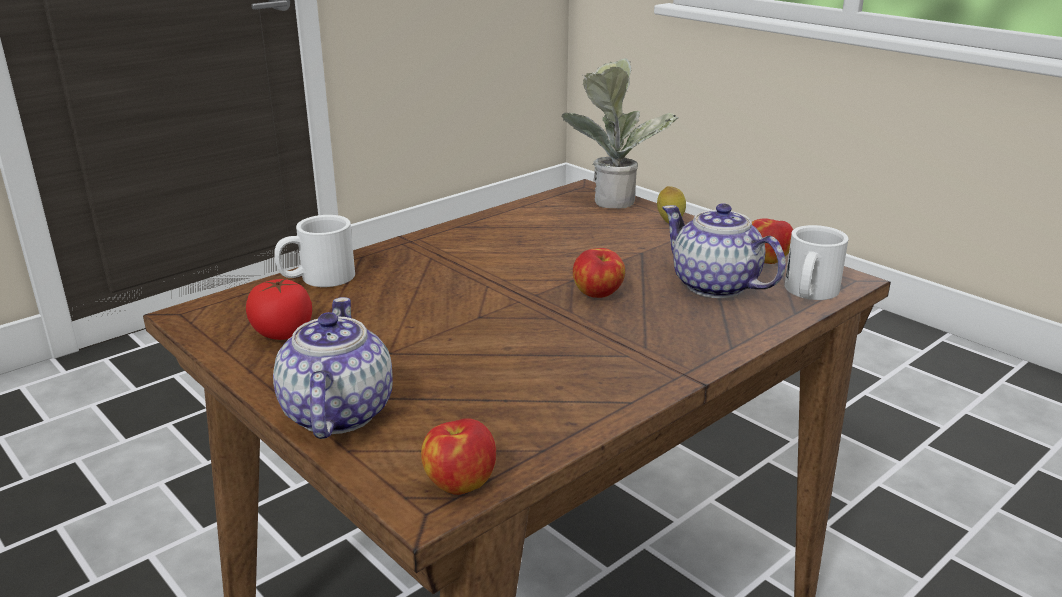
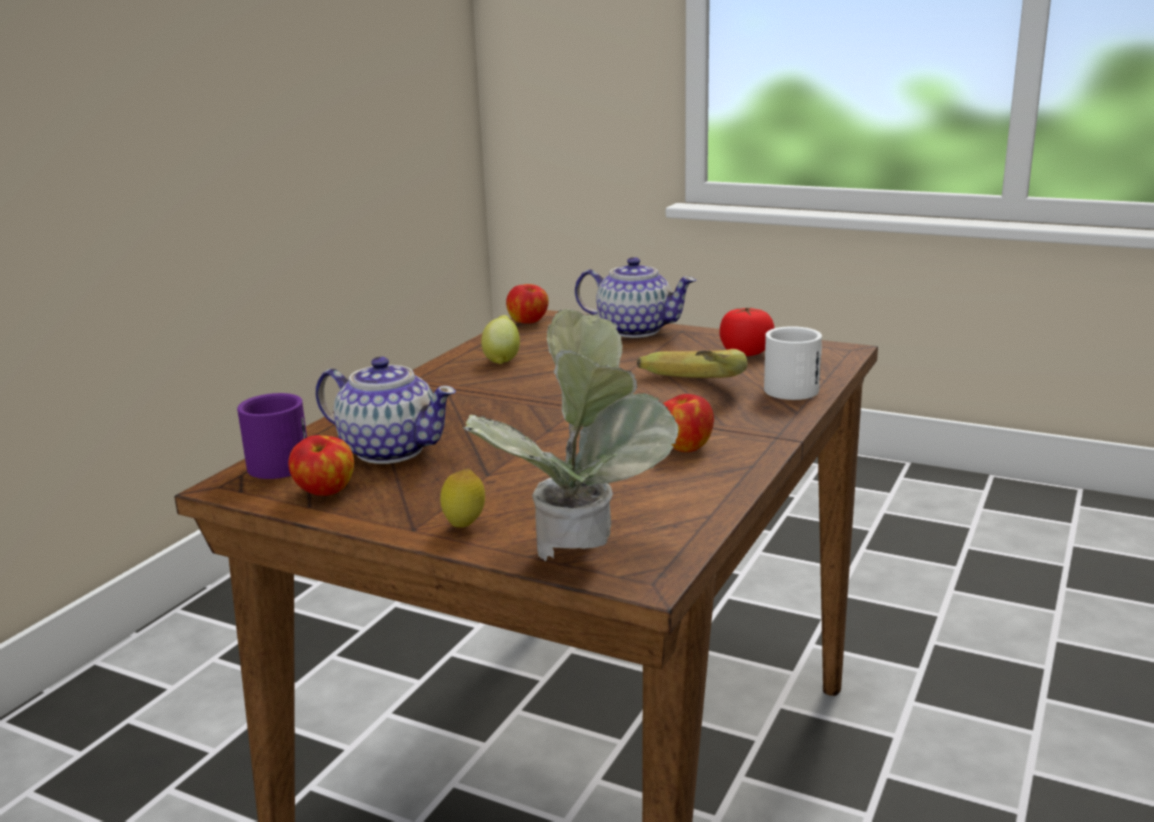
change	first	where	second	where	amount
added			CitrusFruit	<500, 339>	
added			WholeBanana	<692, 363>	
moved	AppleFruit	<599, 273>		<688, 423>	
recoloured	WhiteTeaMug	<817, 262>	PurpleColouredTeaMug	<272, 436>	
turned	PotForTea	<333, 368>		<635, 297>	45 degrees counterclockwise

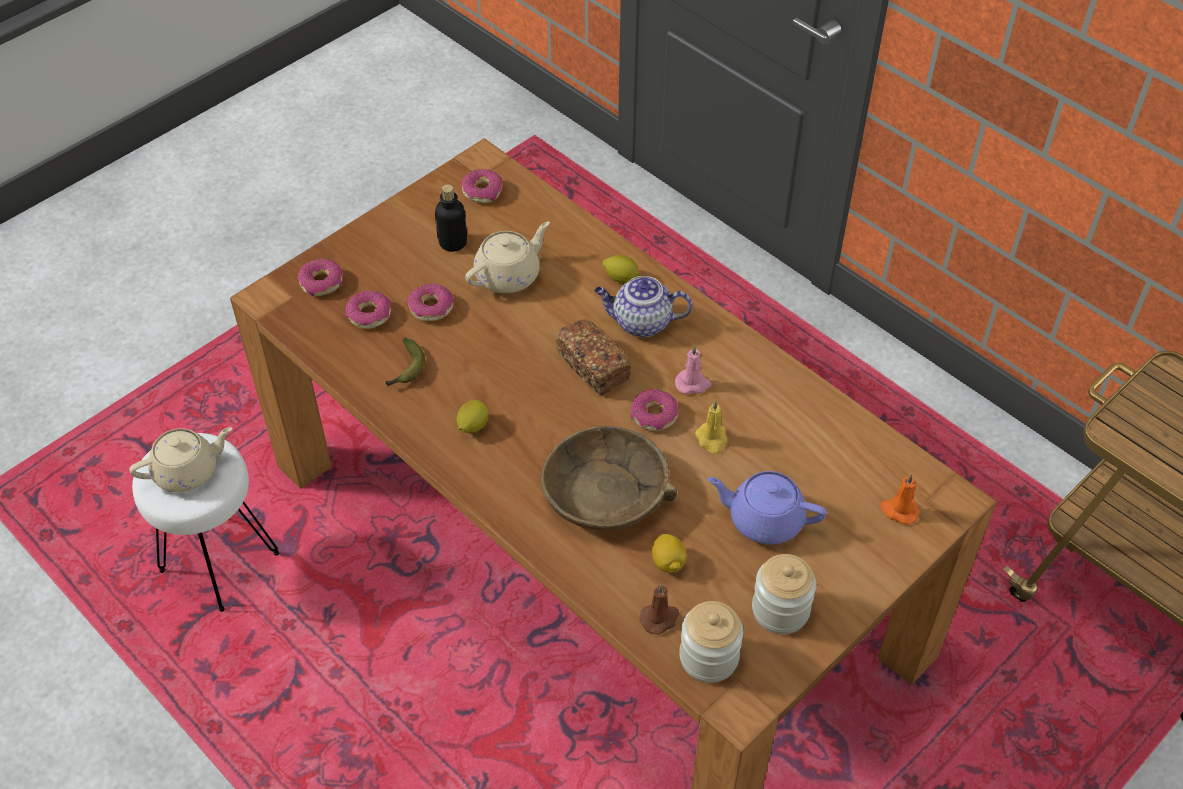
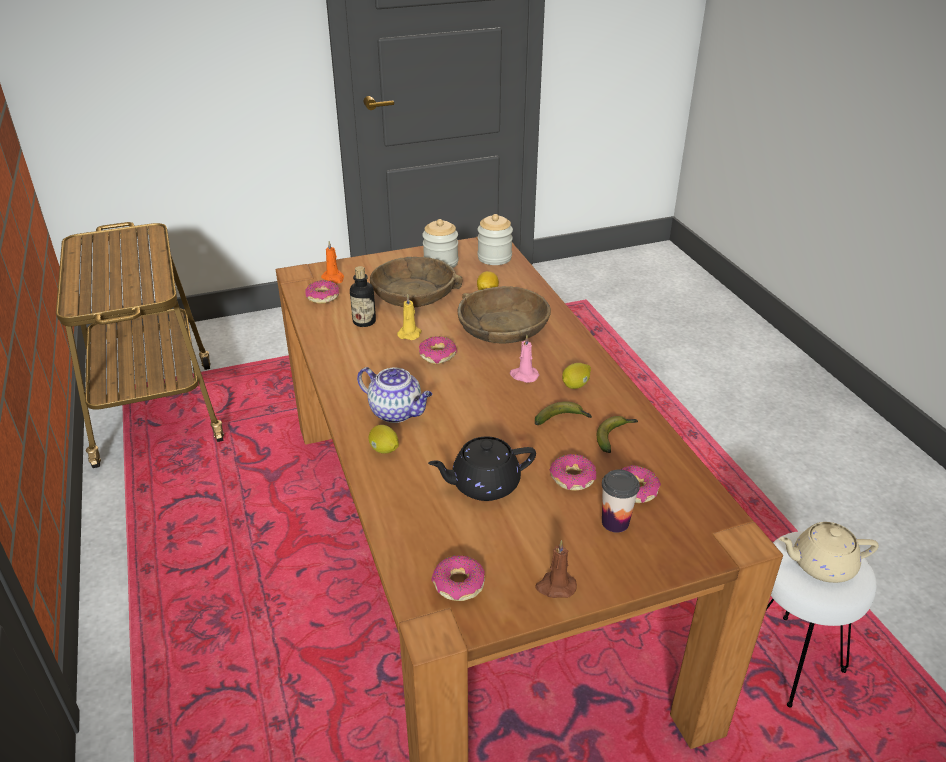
change	first	where	second	where	amount
removed	Bread	<593, 357>			
added			WholeBanana	<563, 413>	
added			DrinkingCup	<621, 501>	
moved	RingDoughnut	<320, 277>		<322, 292>	
moved	DrinkBottle	<451, 218>		<363, 296>	
moved	BrownColouredWaxLight	<659, 609>		<556, 569>	
moved	PinkWaxLight	<693, 369>		<524, 359>	
replaced	PurpleColouredPotForTea	<767, 508>	BrownColouredServingBowl	<416, 282>	
recoloured	BeigePotForTea	<507, 257>	BlackPotForTea	<482, 468>	

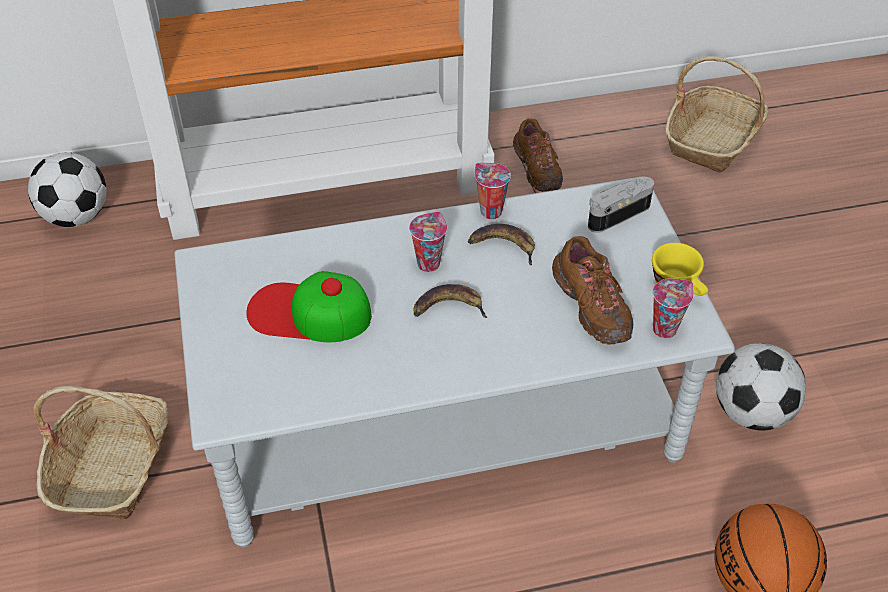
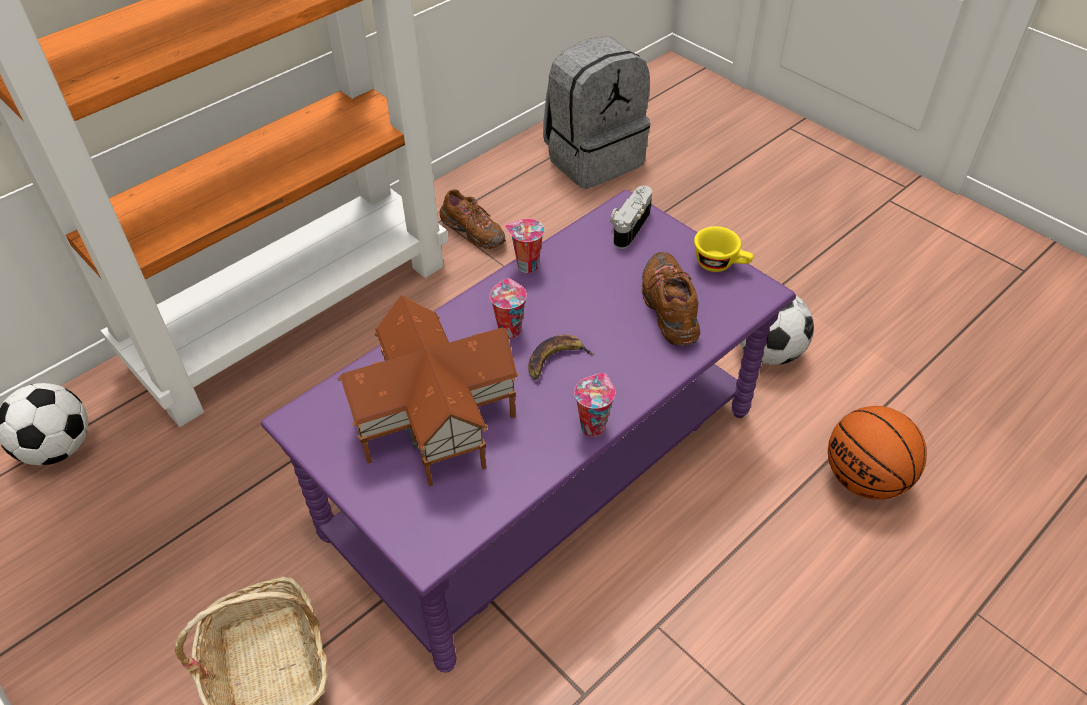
change	first	where	second	where	amount
removed	WholeBanana	<501, 244>			
moved	DrinkingCup	<673, 308>		<594, 405>	
replaced	Cap	<309, 306>	MiniatureHouse	<428, 391>	
replaced	StorageBasket	<717, 114>	GreyBackpack	<596, 112>	
recoloured	GreyLowTable	<454, 362>	PurpleColouredLowTable	<528, 431>	
turned	BrownColouredShoe	<592, 290>		<671, 299>	135 degrees counterclockwise

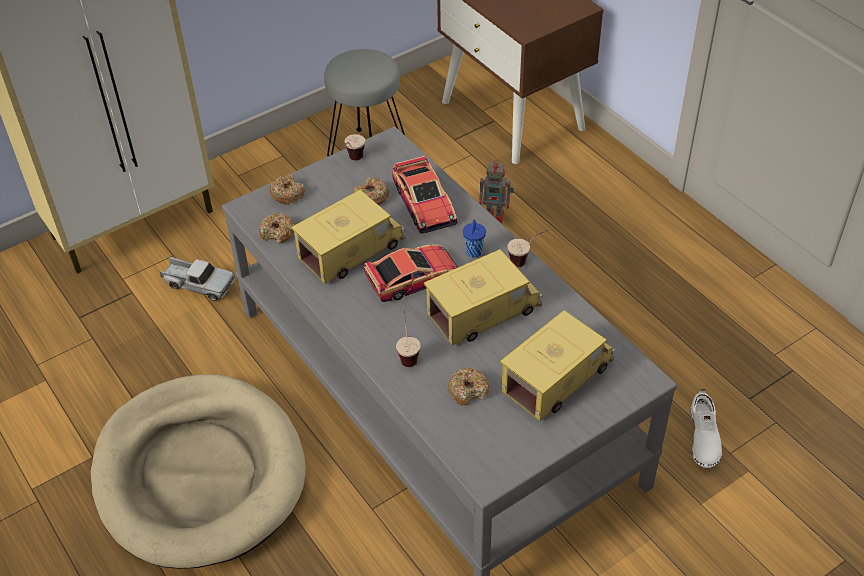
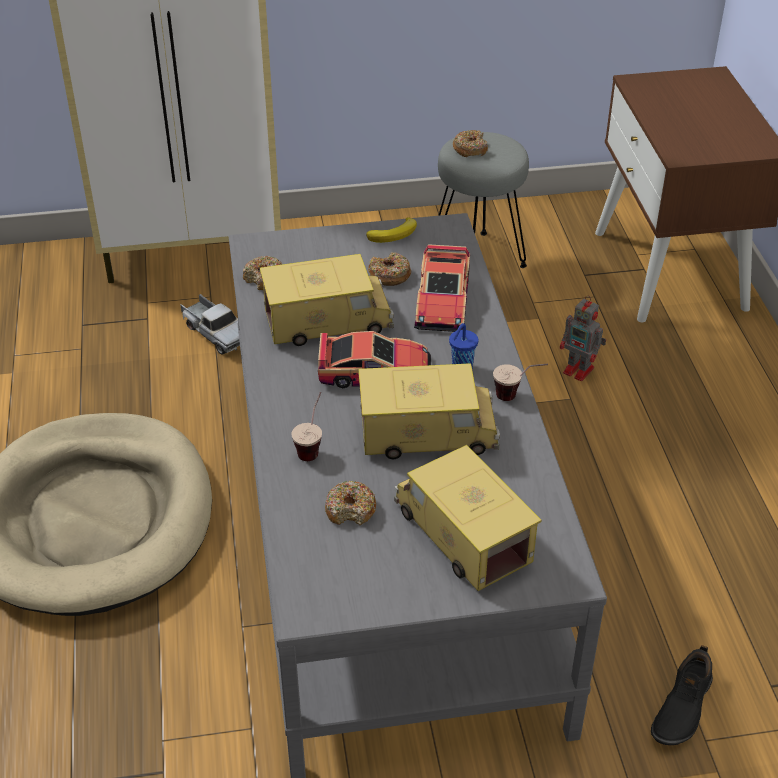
change	first	where	second	where	amount
moved	RingDoughnut	<287, 189>		<470, 143>	
replaced	DrinkingCup	<353, 147>	WholeBanana	<391, 230>	
recoloured	WhiteShoe	<706, 428>	BlackShoe	<682, 695>	
turned	ToyTruck	<557, 365>		<468, 518>	105 degrees counterclockwise

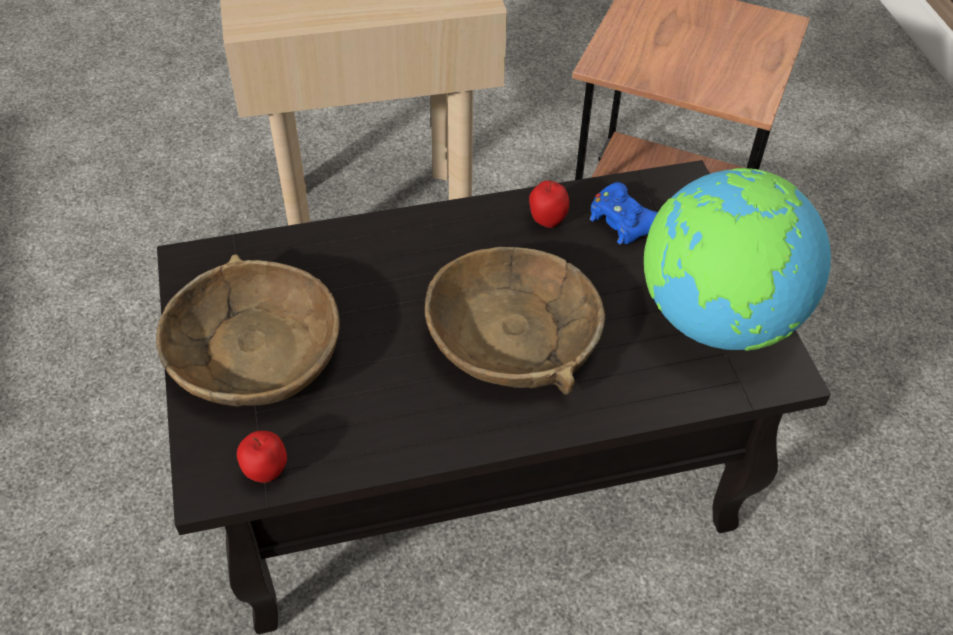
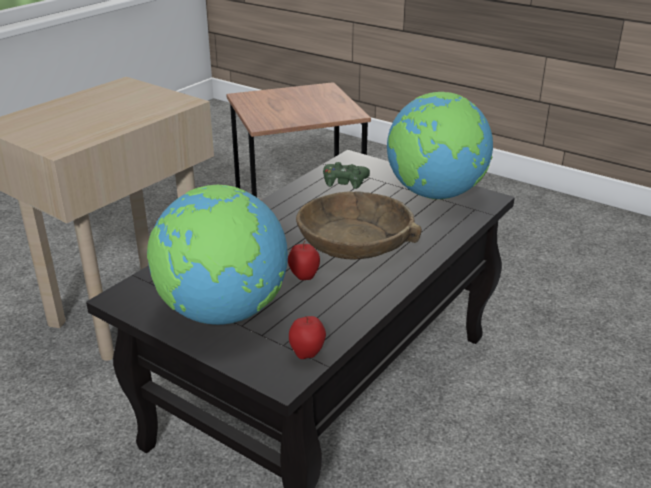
change	first	where	second	where	amount
moved	AppleFruit	<549, 204>		<304, 260>	
replaced	BrownColouredServingBowl	<248, 330>	WorldGlobe	<217, 255>	
recoloured	BlueJoypad	<624, 213>	GreenColouredJoypad	<346, 175>	

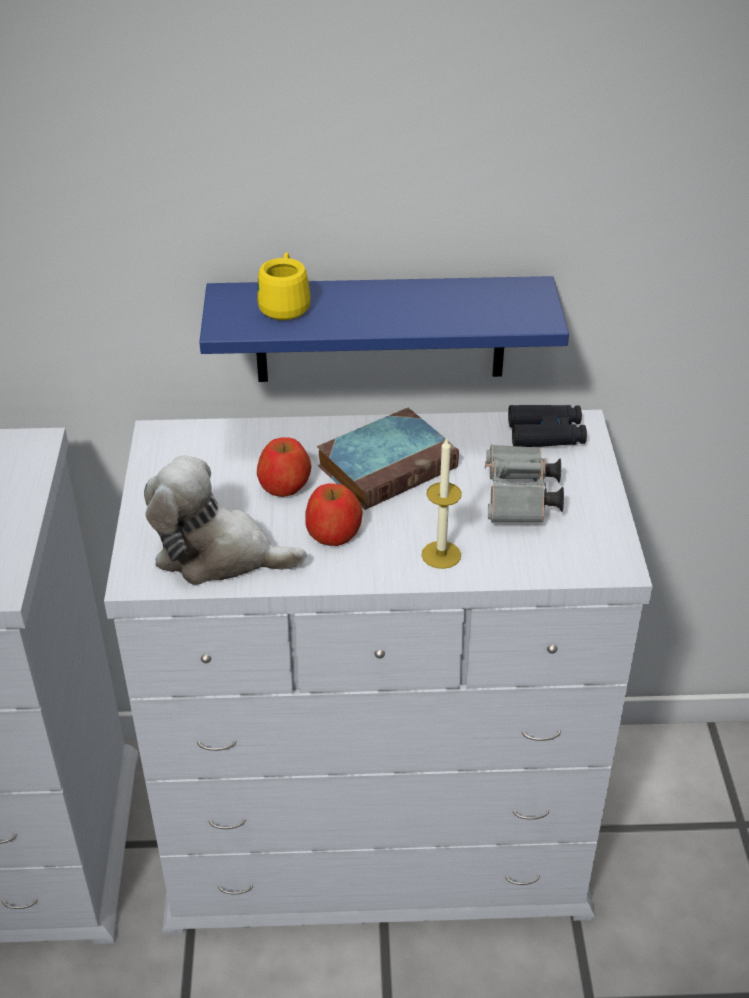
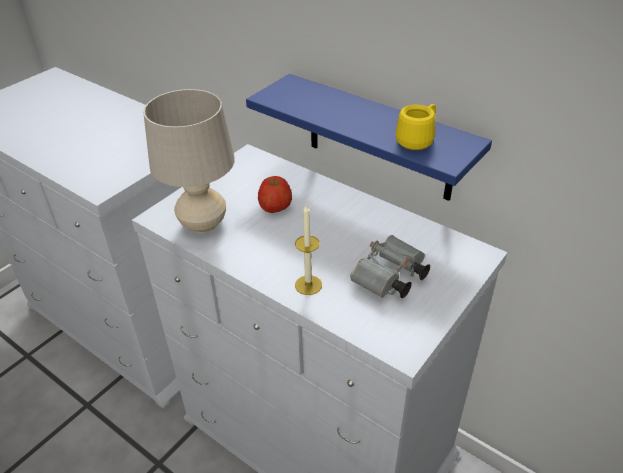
change	first	where	second	where	amount
removed	AppleFruit	<334, 514>			
removed	BoundBook	<388, 459>			
removed	BlackFieldGlasses	<547, 426>			
moved	YellowTeaMug	<283, 286>		<416, 127>	
replaced	SoftToy	<225, 520>	BeigeLampForATable	<189, 161>	

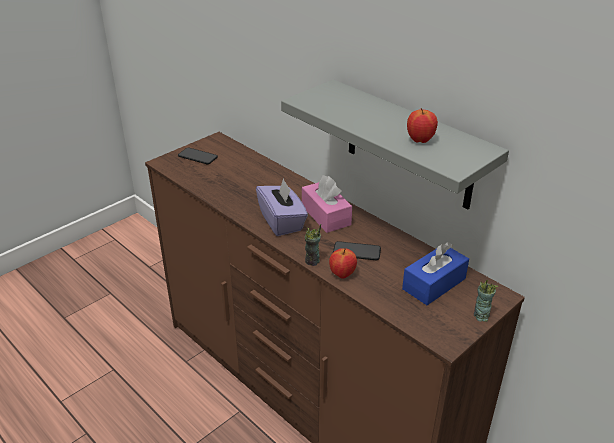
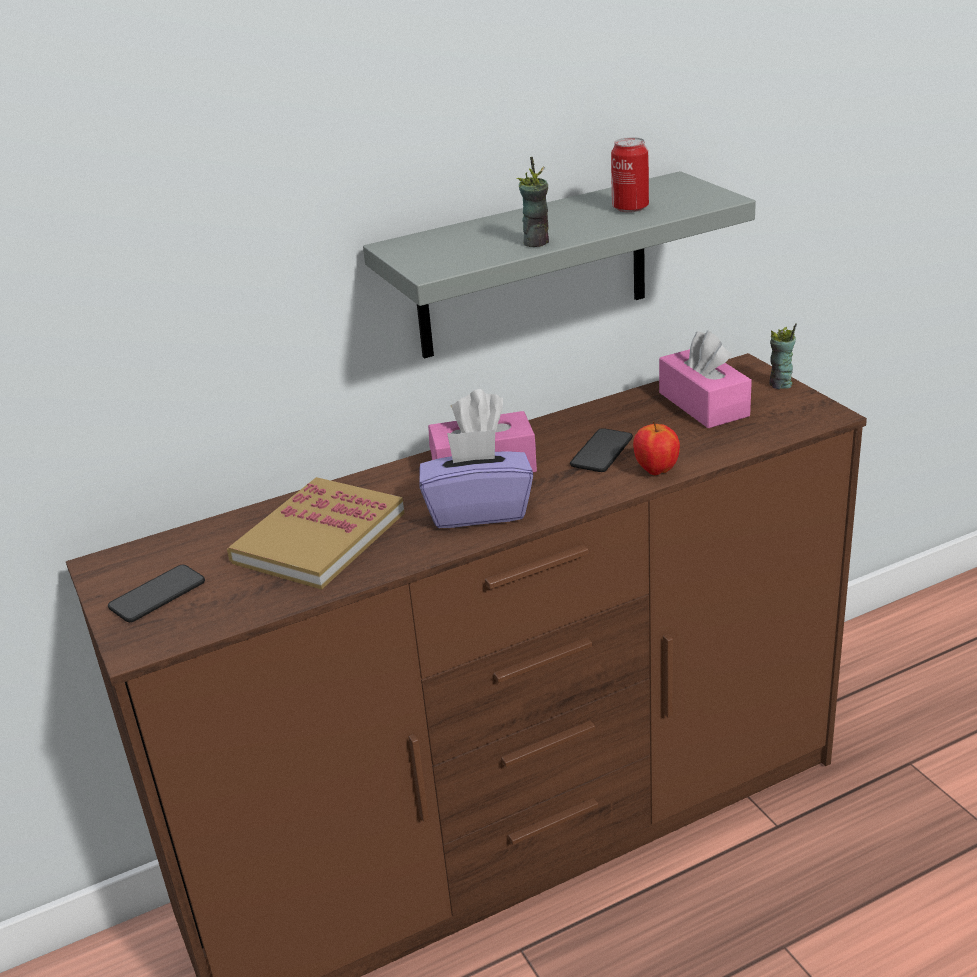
change	first	where	second	where	amount
added			BoundBook	<316, 533>	
moved	DrinkingCup	<313, 245>		<532, 202>	
replaced	AppleFruit	<422, 125>	MetalCan	<630, 175>	
recoloured	BlueBoxOfTissues	<435, 273>	PinkBoxOfTissues	<705, 379>	

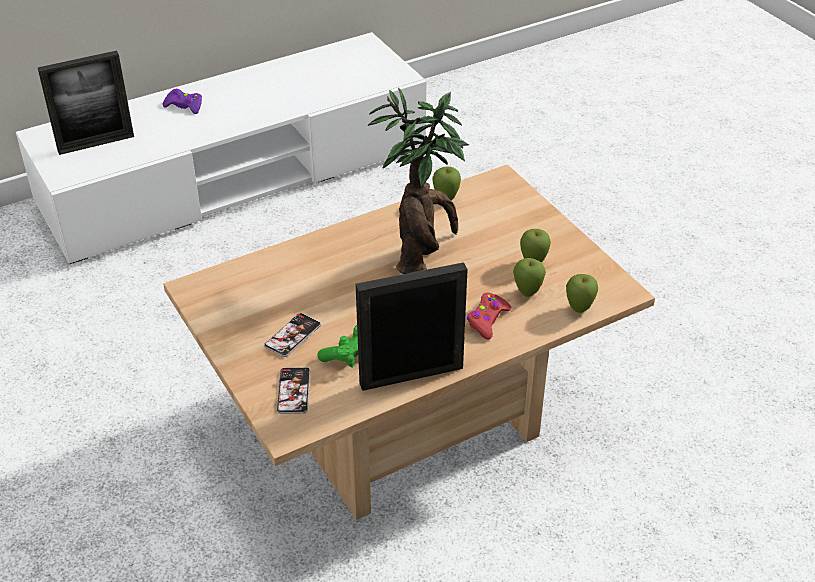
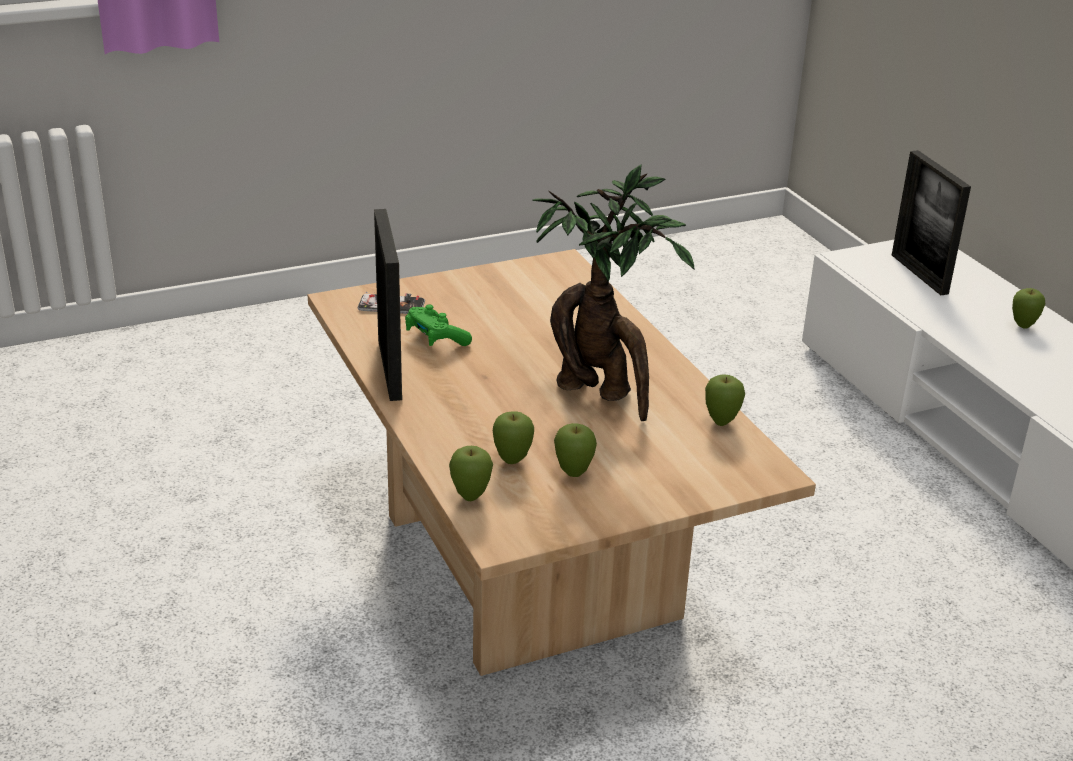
change	first	where	second	where	amount
removed	Telephone	<292, 335>			
removed	RedJoypad	<489, 316>			
replaced	PurpleColouredJoypad	<182, 101>	AppleFruit	<1028, 308>	

